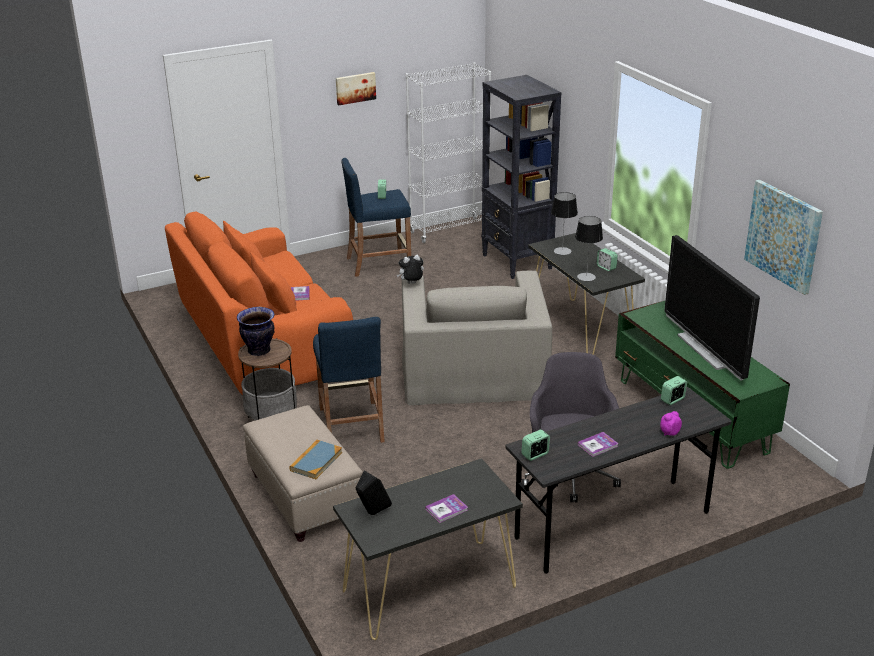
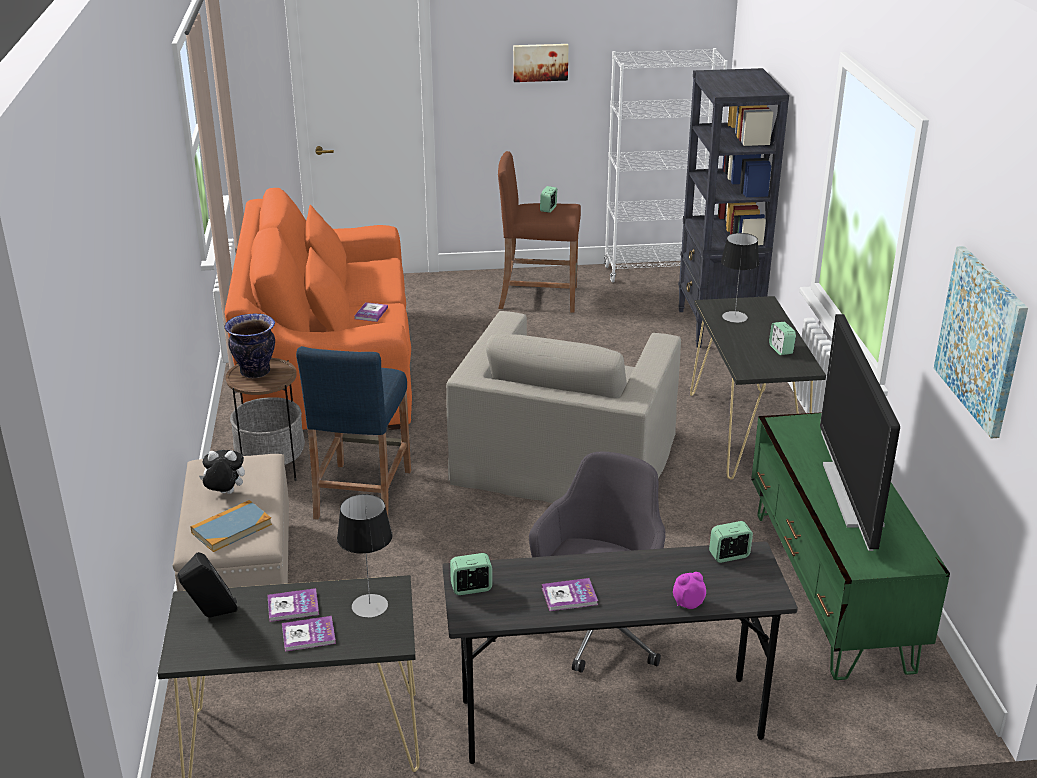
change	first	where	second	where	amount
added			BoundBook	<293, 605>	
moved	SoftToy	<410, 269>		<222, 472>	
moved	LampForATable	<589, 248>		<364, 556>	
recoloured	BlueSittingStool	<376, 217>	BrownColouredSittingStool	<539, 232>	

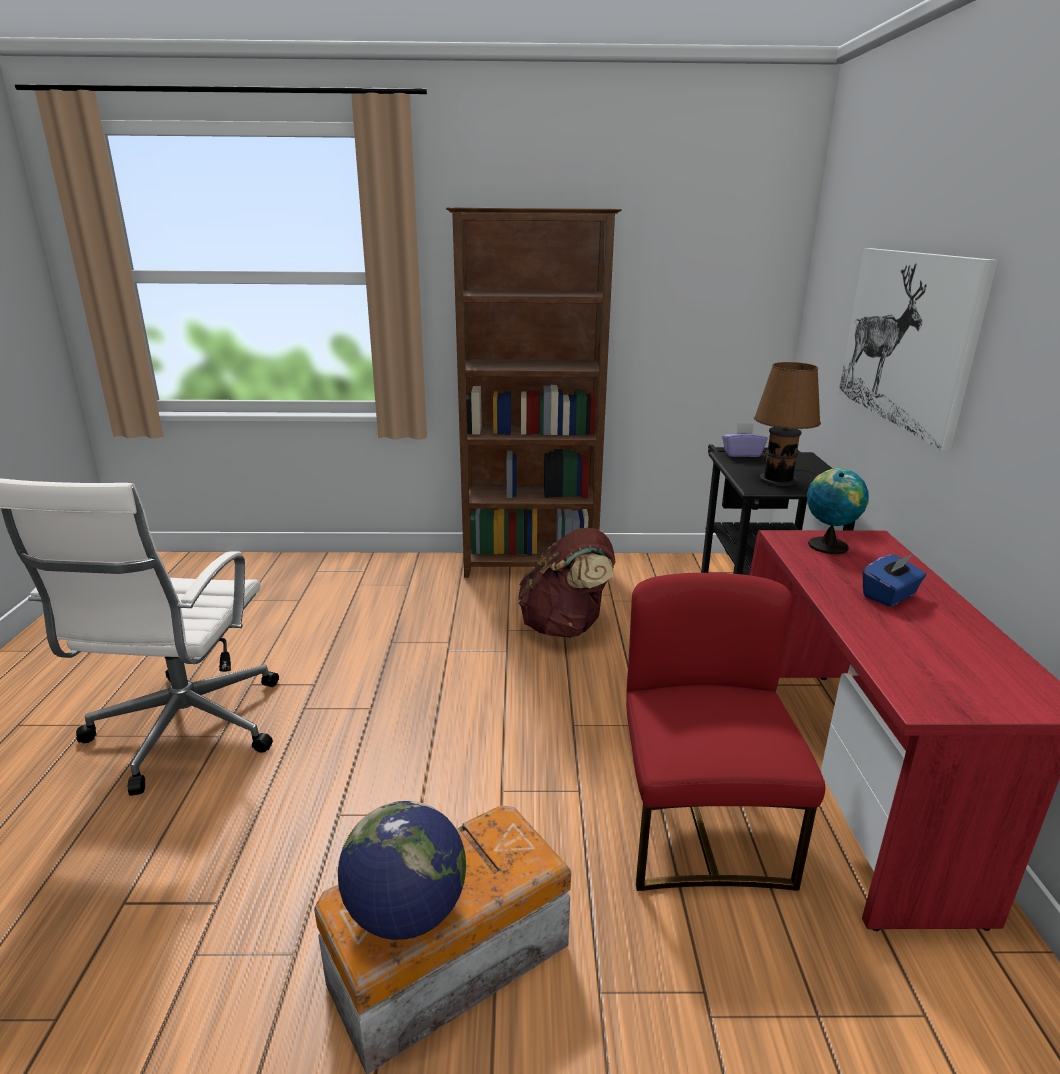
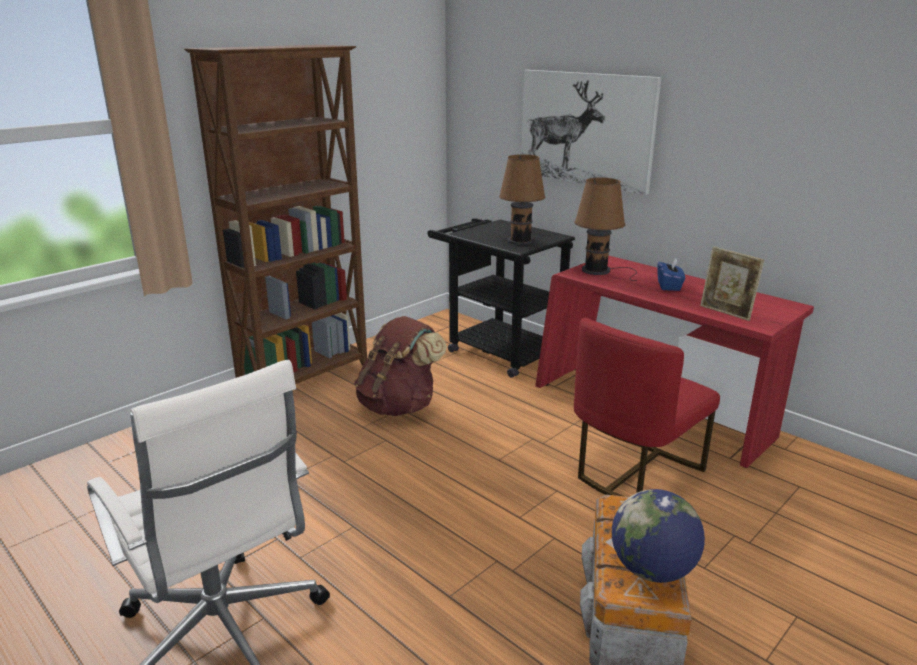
change	first	where	second	where	amount
removed	PurpleColouredBoxOfTissues	<745, 440>			
added			PhotoFrame	<732, 284>	
replaced	WorldGlobe	<838, 511>	BrownColouredLampForATable	<605, 229>	
turned	RedPlainChair	<725, 732>		<647, 407>	90 degrees counterclockwise

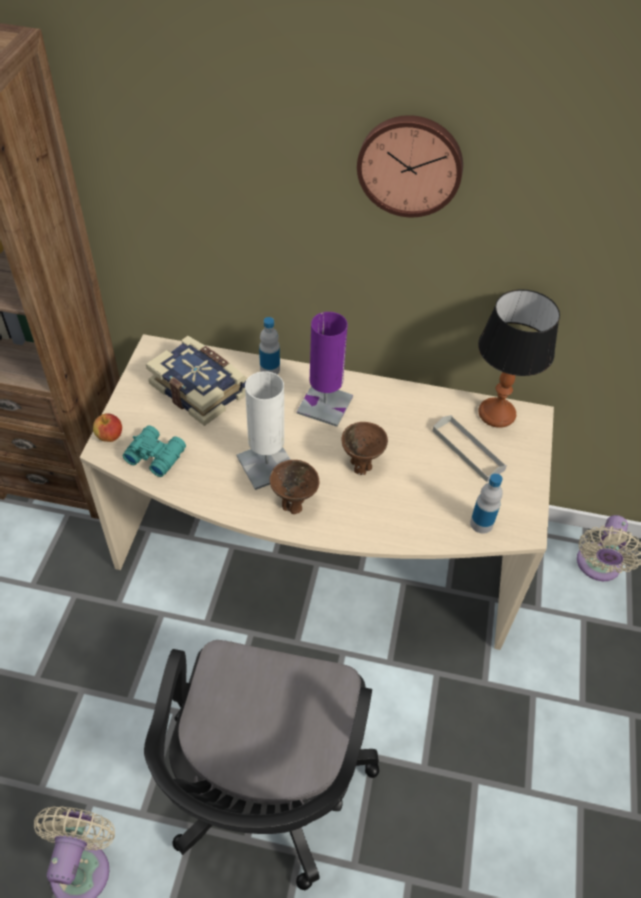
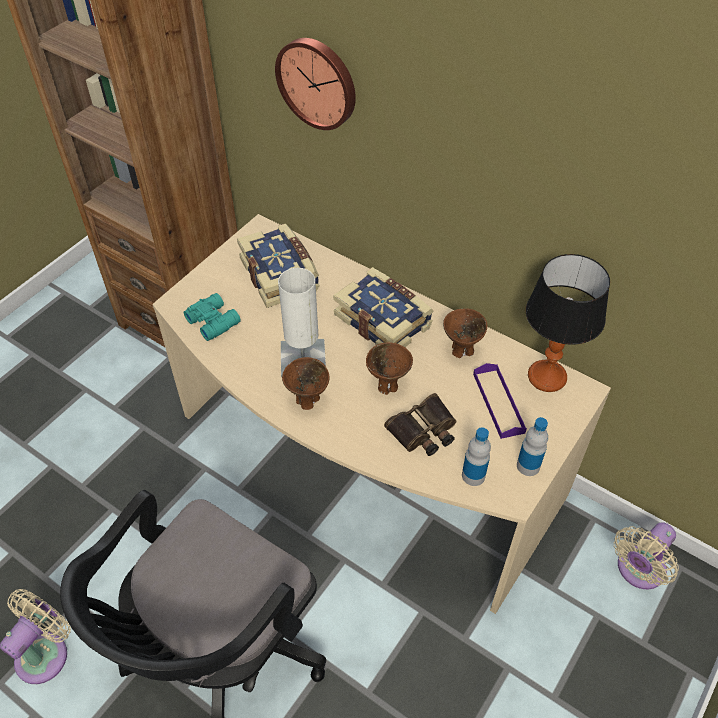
change	first	where	second	where	amount
removed	AppleFruit	<107, 427>			
added			FieldGlasses	<420, 424>	
added			BrownColouredServingBowl	<465, 333>	
moved	DrinkBottle	<269, 346>		<532, 446>	
moved	HangingClock	<410, 166>		<315, 84>	
replaced	PurpleColouredLampForATable	<325, 369>	BoundBook	<383, 307>	
recoloured	GreyTray	<470, 448>	PurpleColouredTray	<500, 401>	

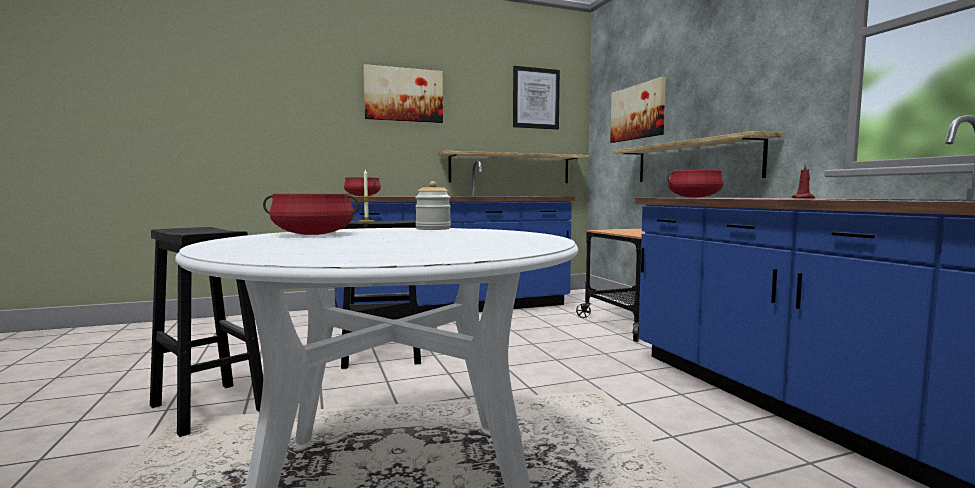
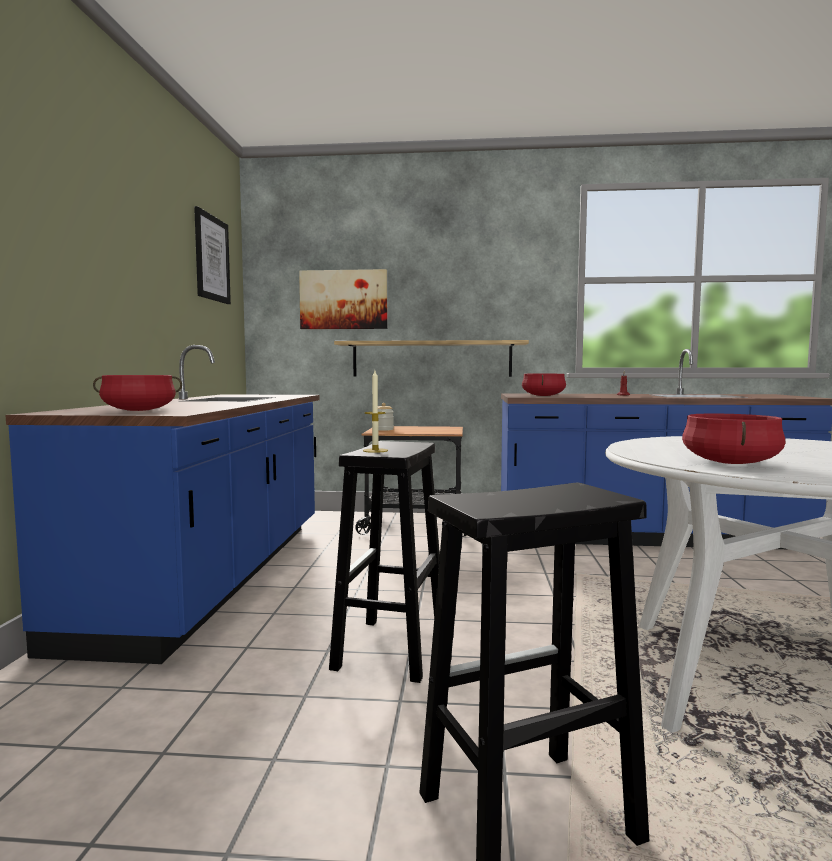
change	first	where	second	where	amount
removed	WallArt	<403, 93>			
removed	Shelf	<513, 167>			
moved	PreserveJar	<433, 205>		<386, 417>	

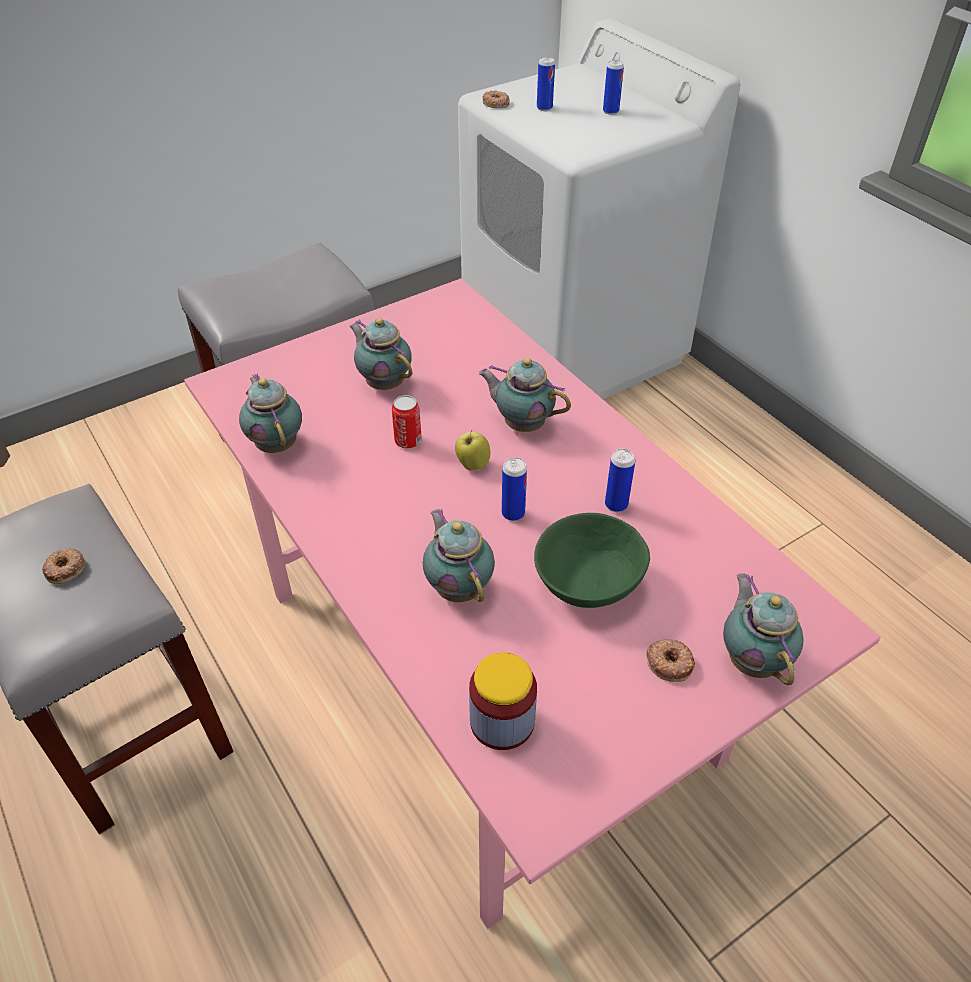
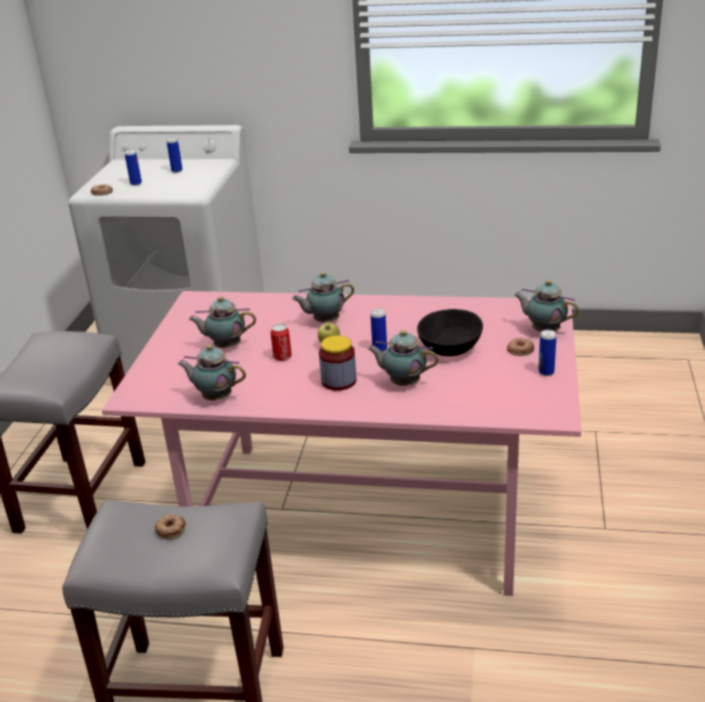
change	first	where	second	where	amount
moved	PreserveJar	<503, 701>		<338, 363>	
moved	MetalCan	<620, 480>		<547, 352>	
recoloured	GreenColouredServingBowl	<592, 560>	BlackServingBowl	<450, 332>	

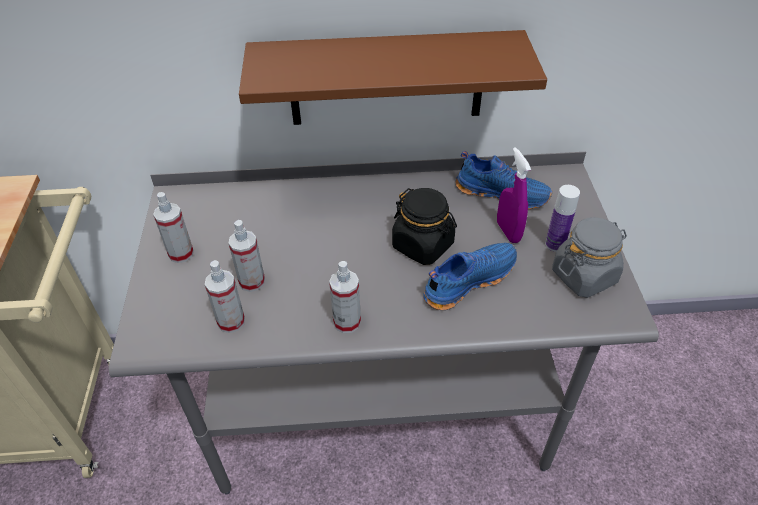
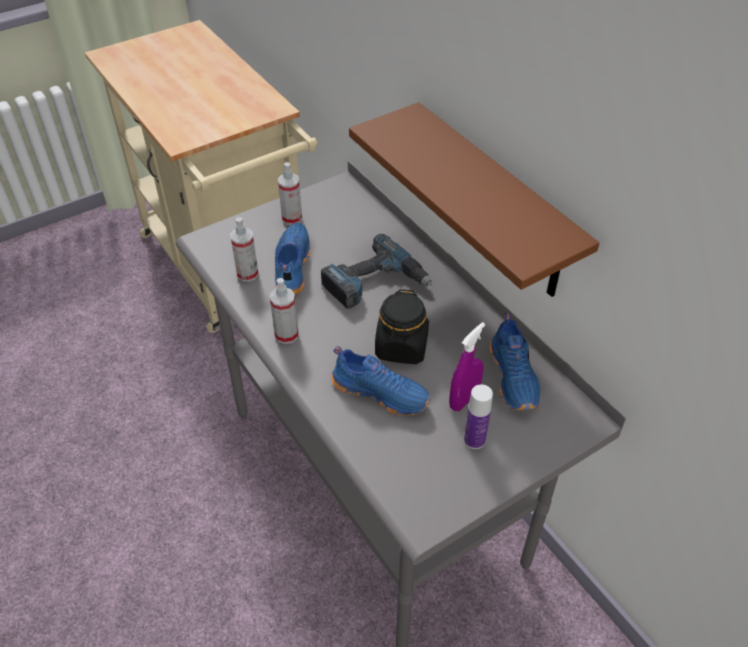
change	first	where	second	where	amount
removed	GreyPreserveJar	<589, 257>			
added			PowerDrill	<376, 271>	
replaced	HandSprayer	<246, 256>	BlueShoe	<293, 259>	

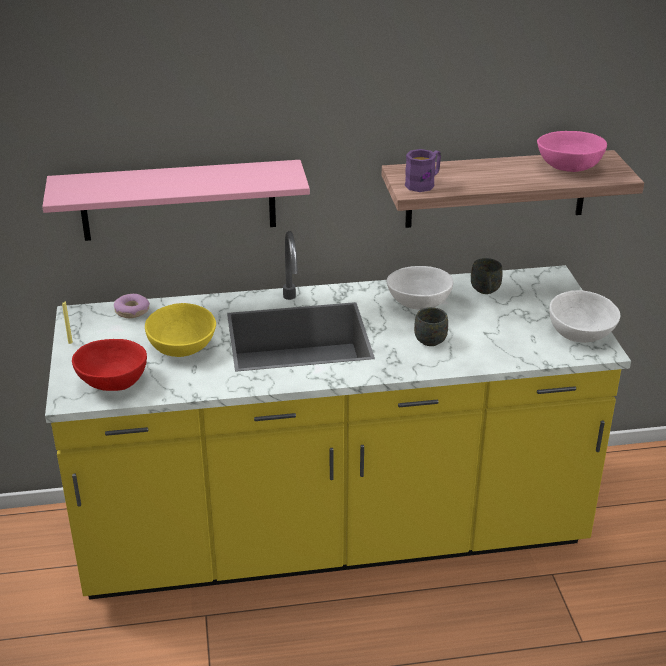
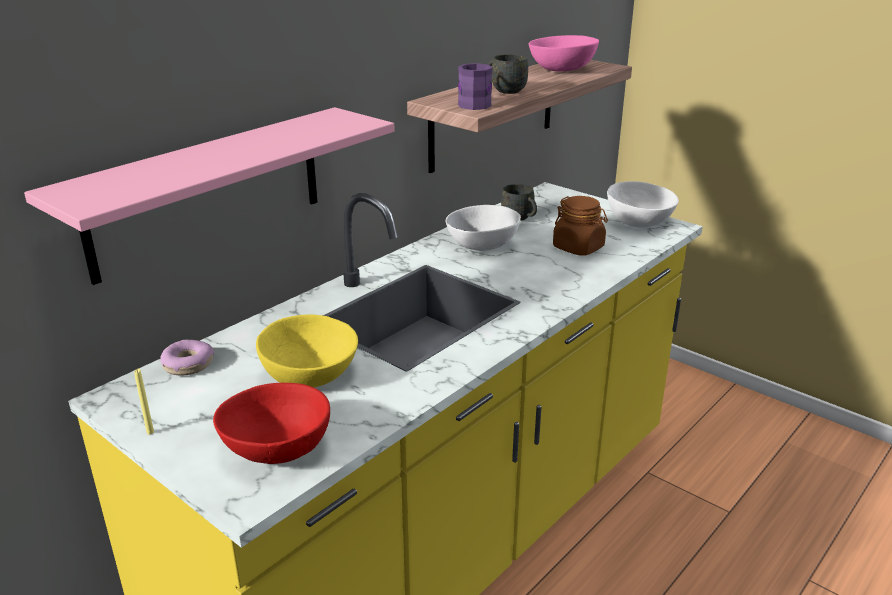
change	first	where	second	where	amount
added			BrownColouredPreserveJar	<580, 226>	
moved	GreyTeaMug	<431, 326>		<507, 74>	

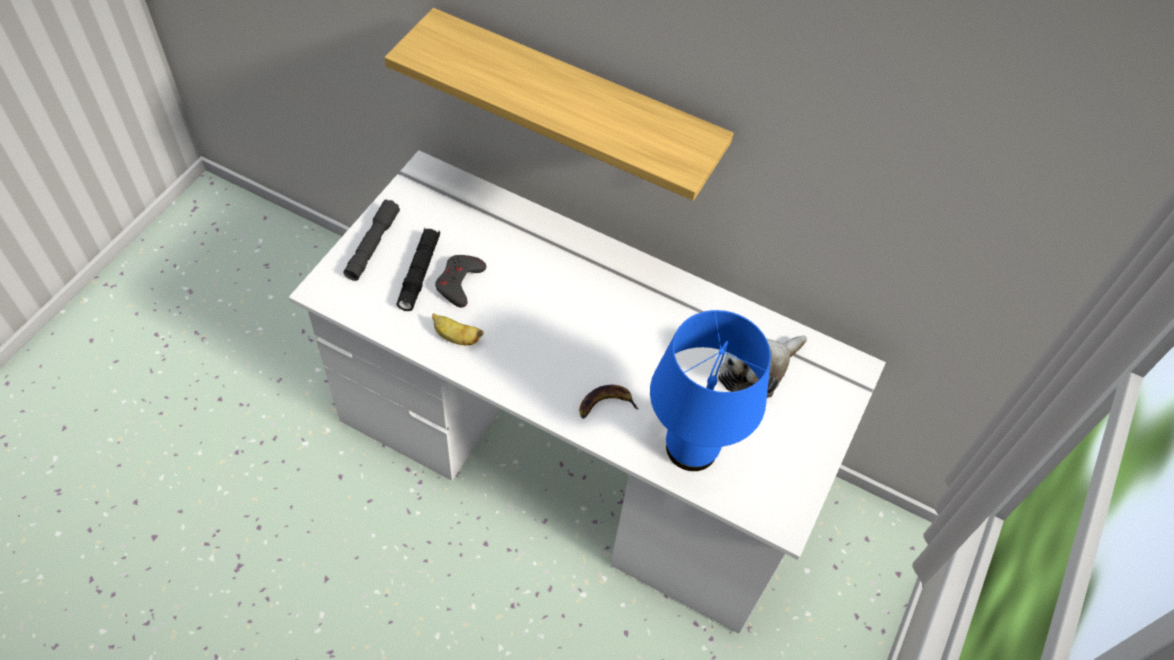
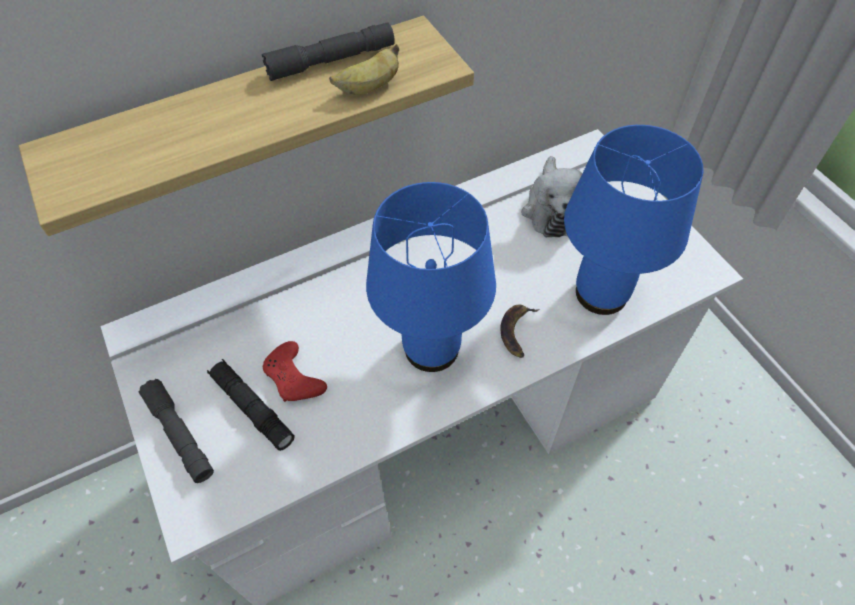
change	first	where	second	where	amount
added			GreyHandTorch	<328, 51>	
added			BlueLampForATable	<431, 277>	
moved	WholeBanana	<457, 329>		<364, 69>	
recoloured	GreyJoypad	<460, 281>	RedJoypad	<295, 371>	

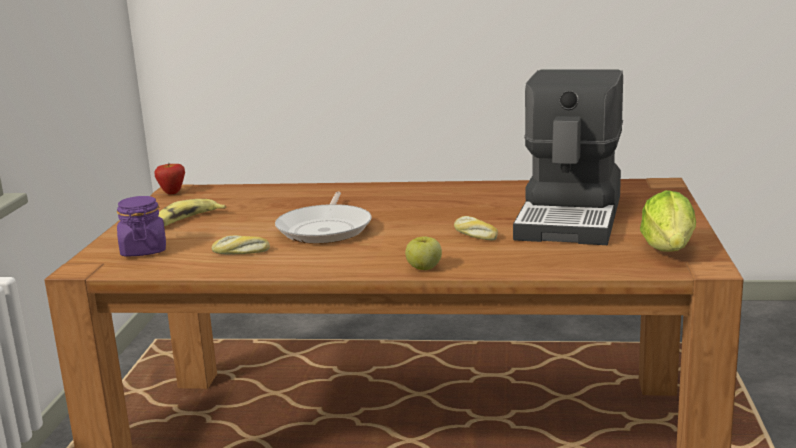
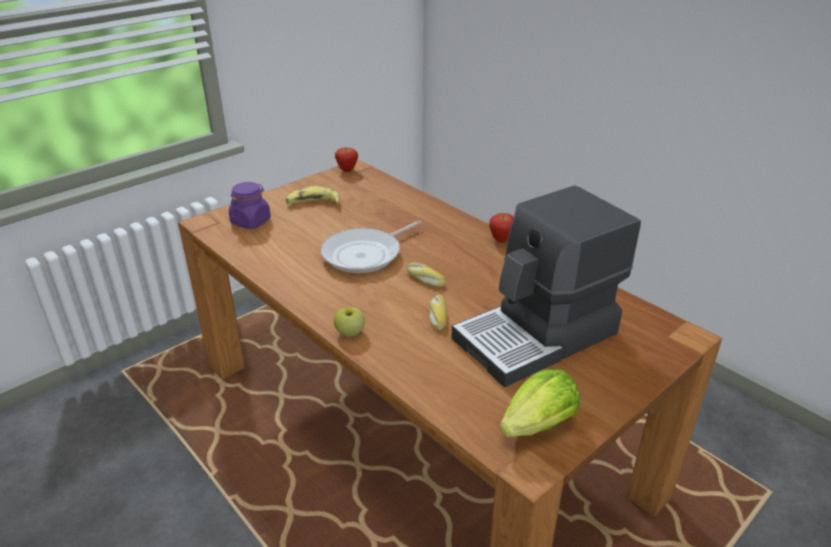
change	first	where	second	where	amount
added			AppleFruit	<501, 228>	
moved	Bread	<241, 245>		<426, 275>	

